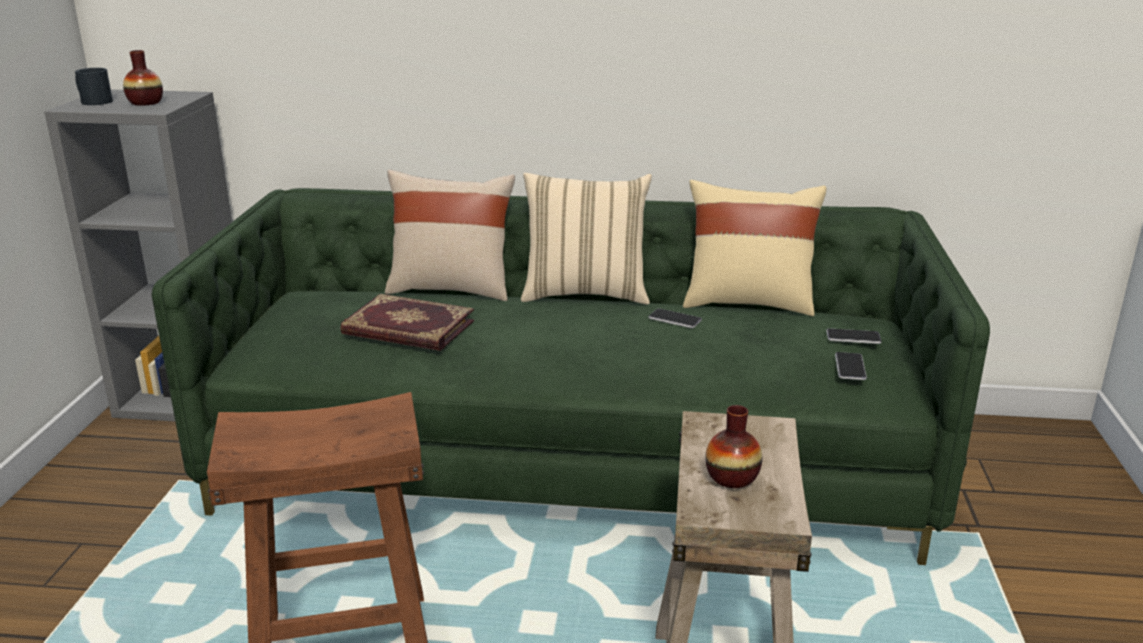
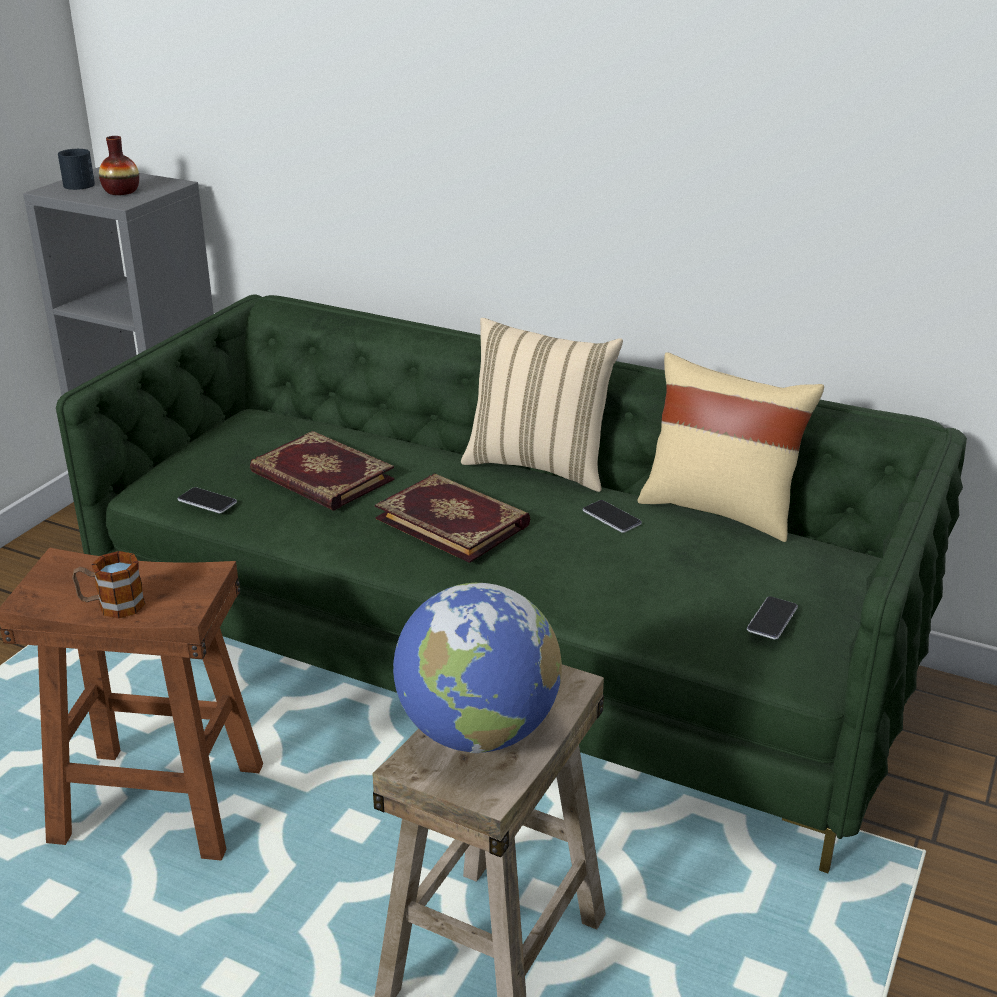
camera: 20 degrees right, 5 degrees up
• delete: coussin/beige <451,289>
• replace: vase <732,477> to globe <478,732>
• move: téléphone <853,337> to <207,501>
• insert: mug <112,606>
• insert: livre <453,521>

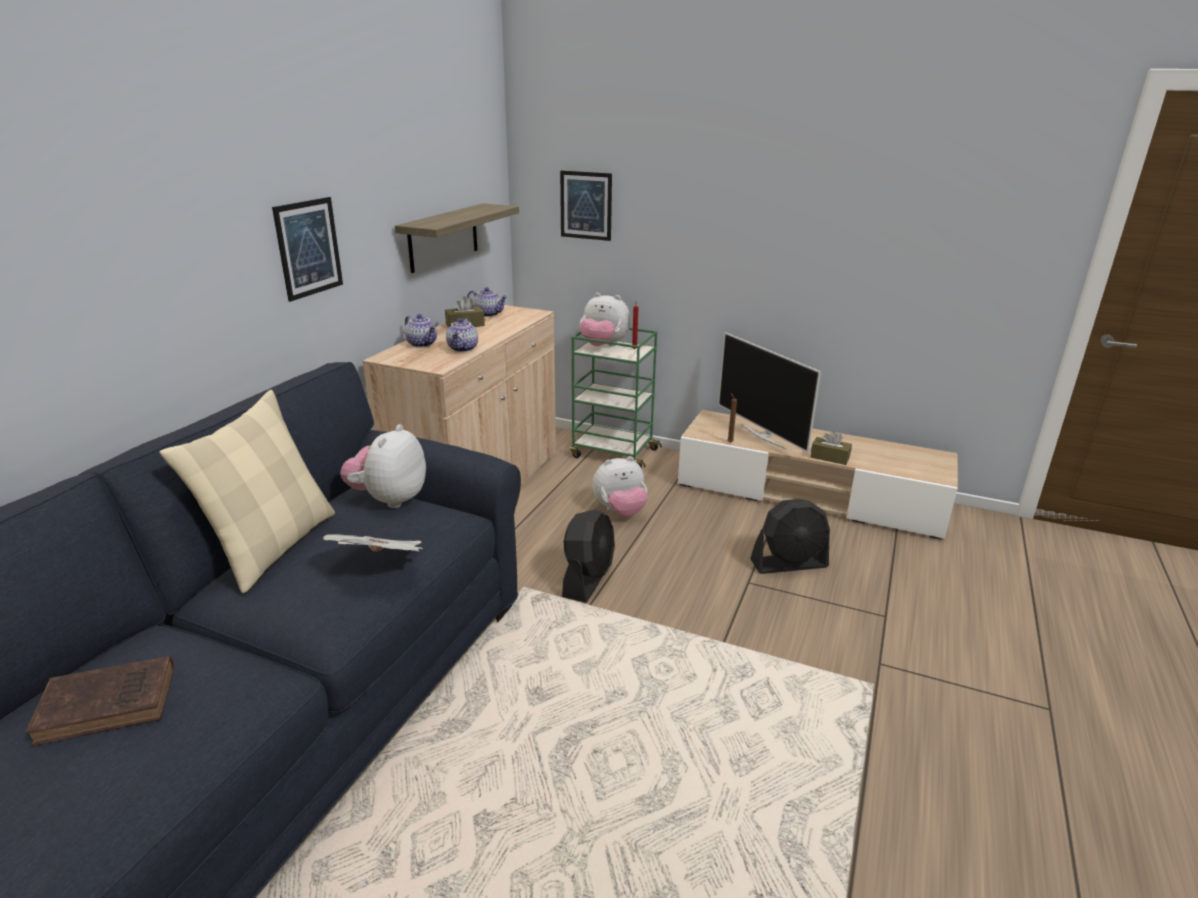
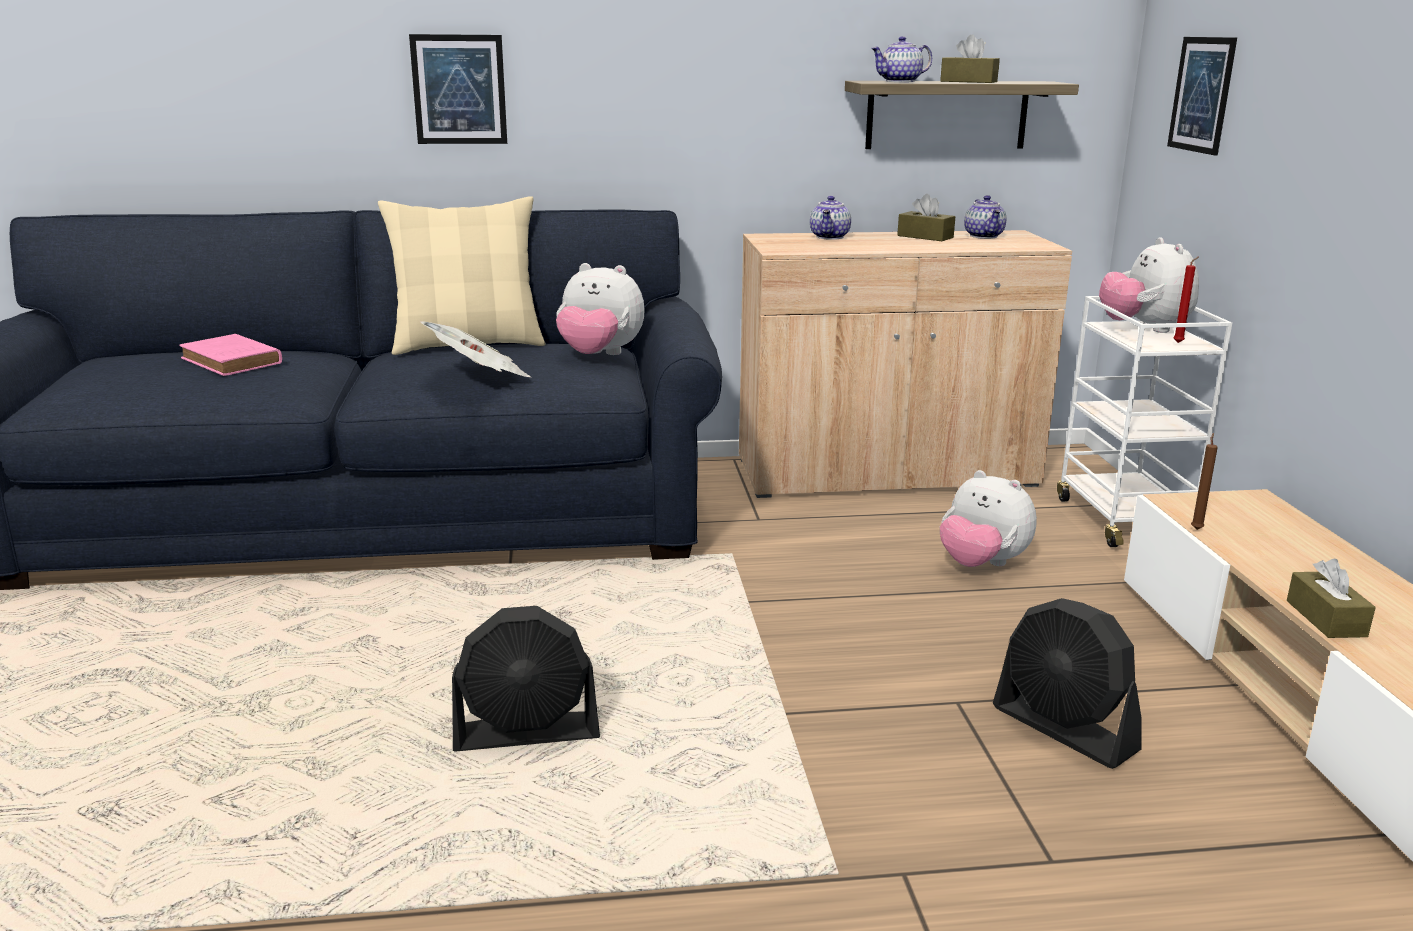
camera: 60 degrees right, 5 degrees down
• recolor: livre/marron <111,704> to livre/rose <233,361>
• move: tableau <309,248> to <459,89>
• rotate: peluche <389,499> = <599,356> 150 degrees counterclockwise
• move: théière <463,349> to <900,81>
• move: ventilateur/noir <588,579> to <527,733>
• recolor: chariot/vert <613,453> to chariot/blanc <1123,519>
• delete: téléviseur <763,436>
• insert: boîte à mouchoirs/marron <968,81>

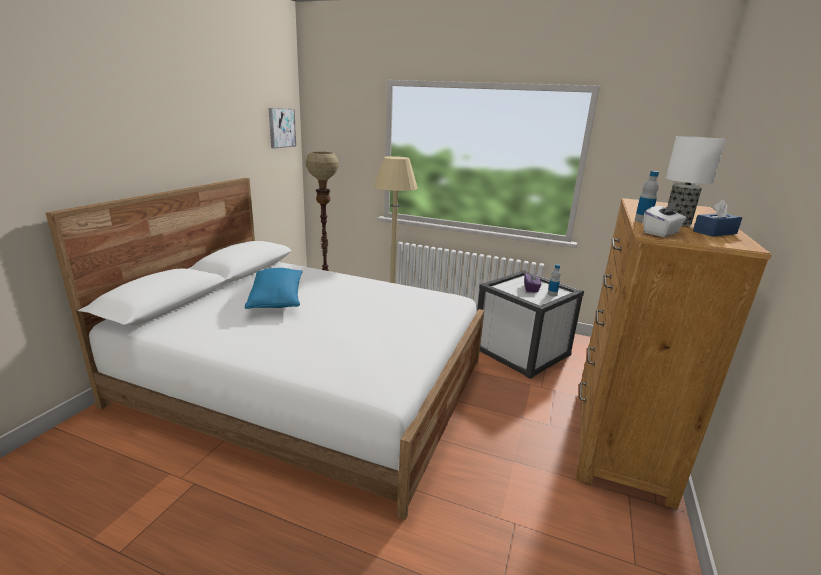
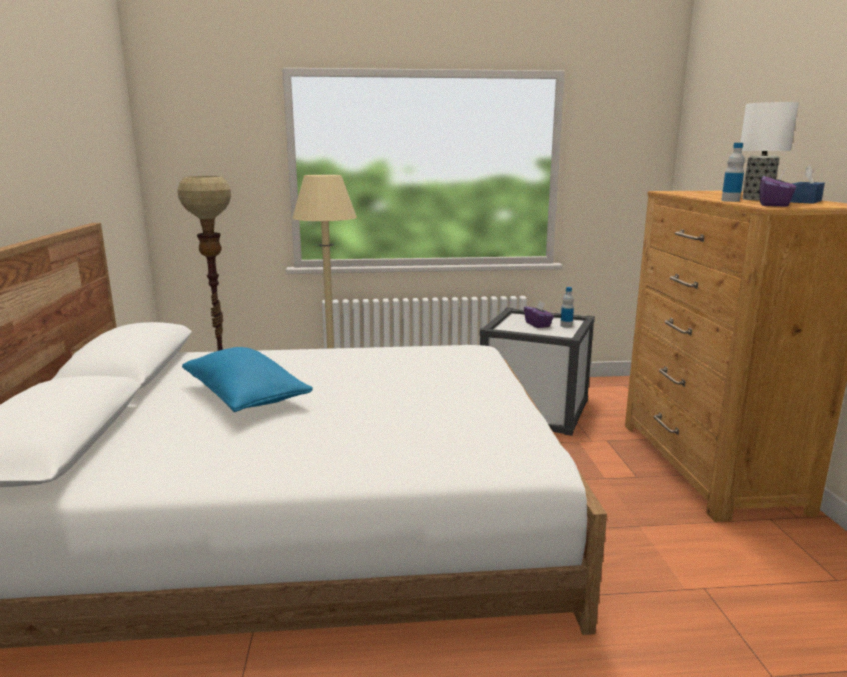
camera: 25 degrees left, 5 degrees down
• delete: tableau <281,128>
• recolor: boîte à mouchoirs/blanc <661,233> to boîte à mouchoirs/violet <774,205>

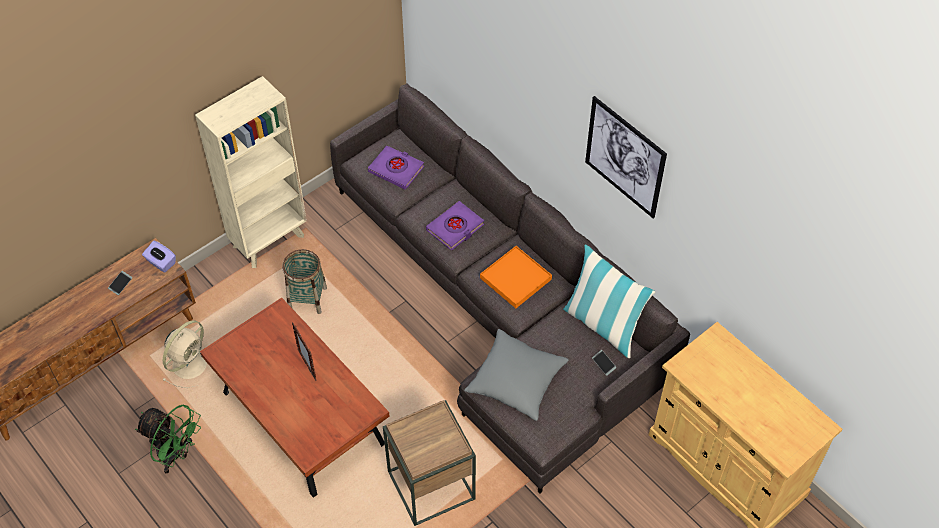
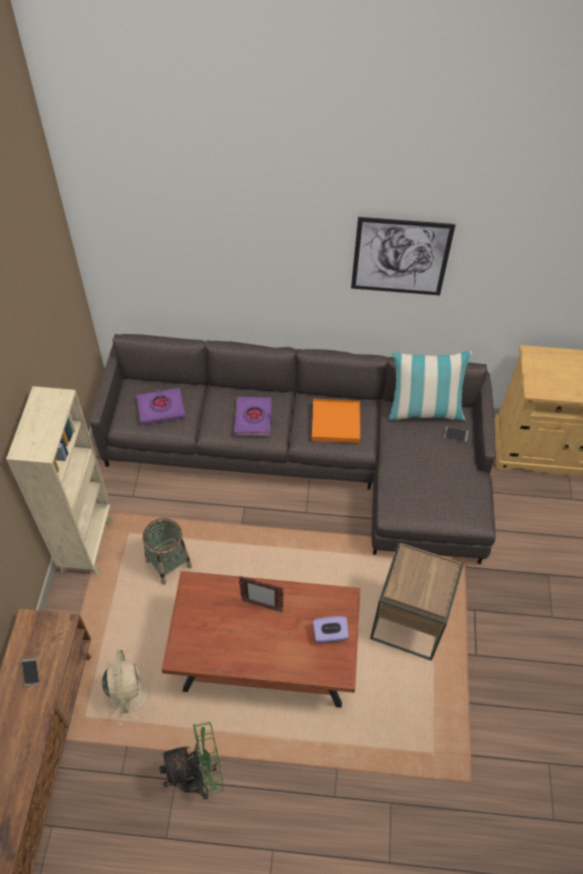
camera: 45 degrees left, 0 degrees up
• move: boîte à mouchoirs/violet <161,263> to <330,634>
• delete: coussin/gris <516,381>

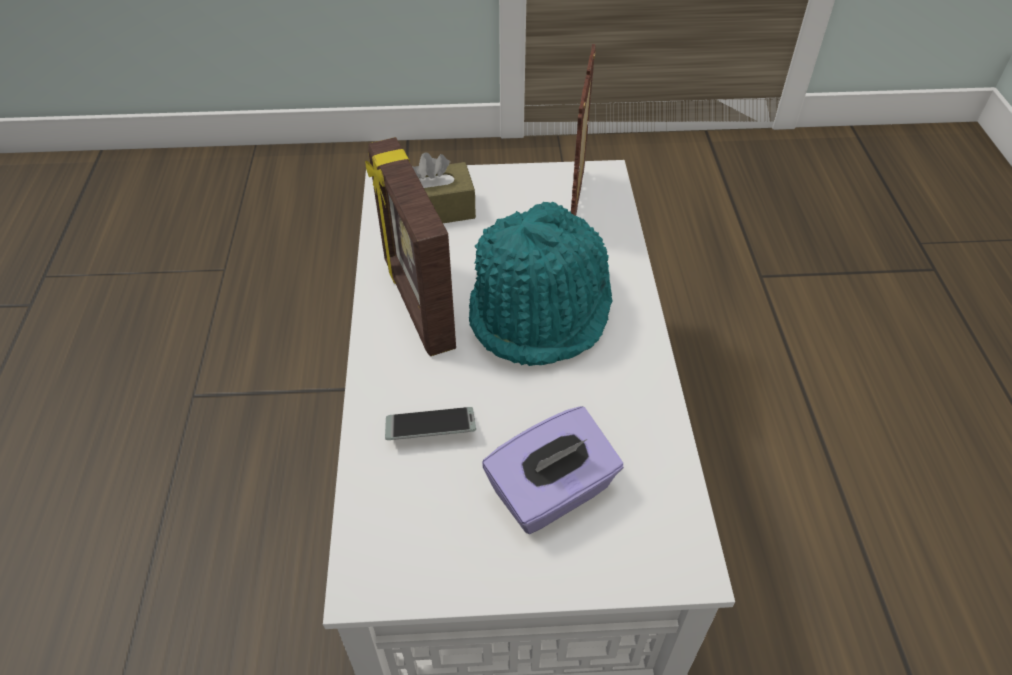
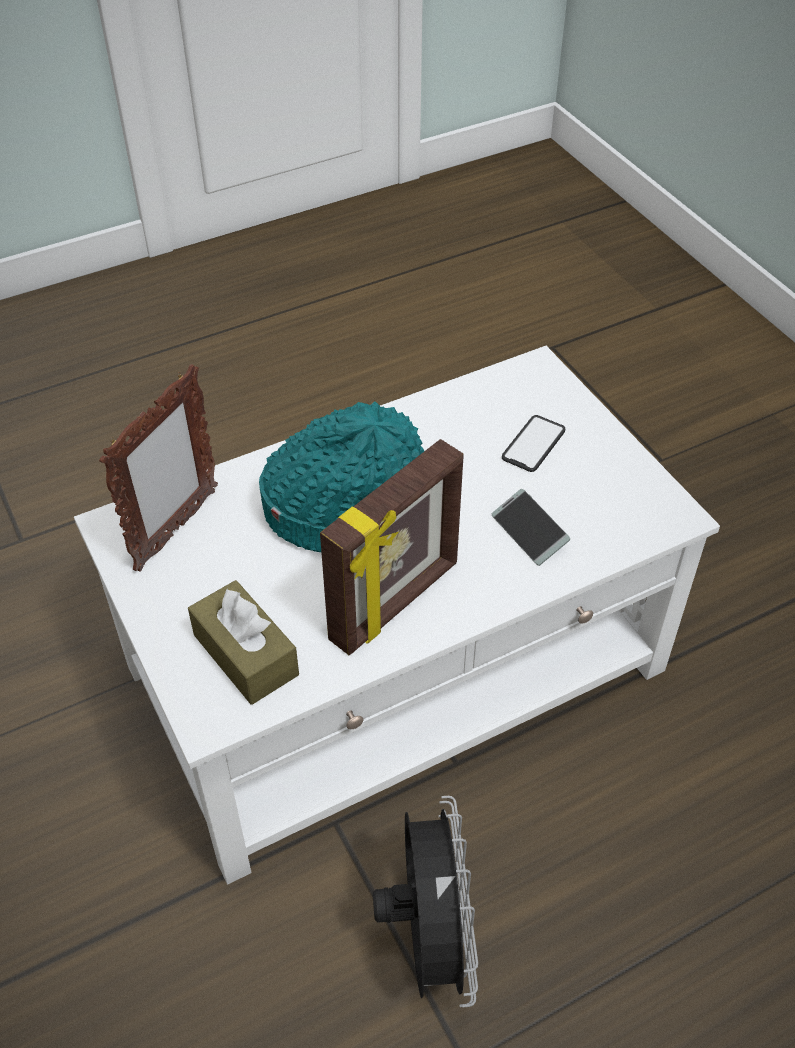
camera: 115 degrees left, 0 degrees up
• replace: boîte à mouchoirs/violet <552,493> to téléphone <533,444>
• rotate: cadre photo <577,204> = <176,530> 45 degrees counterclockwise
• insert: ventilateur/noir <429,938>

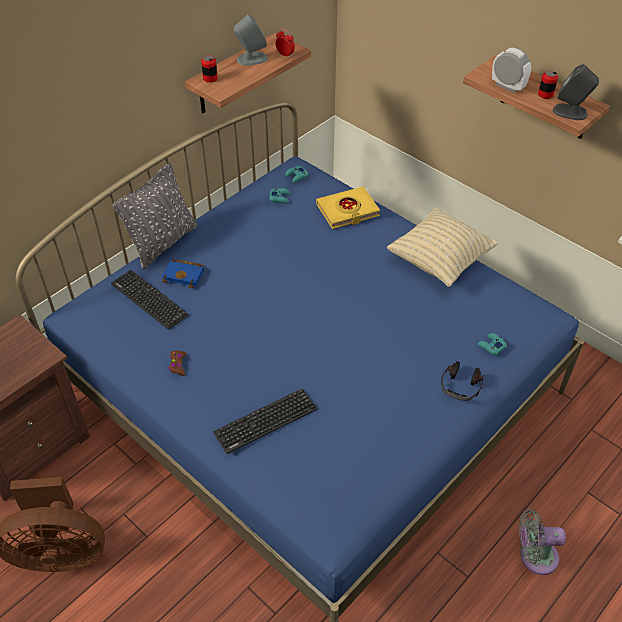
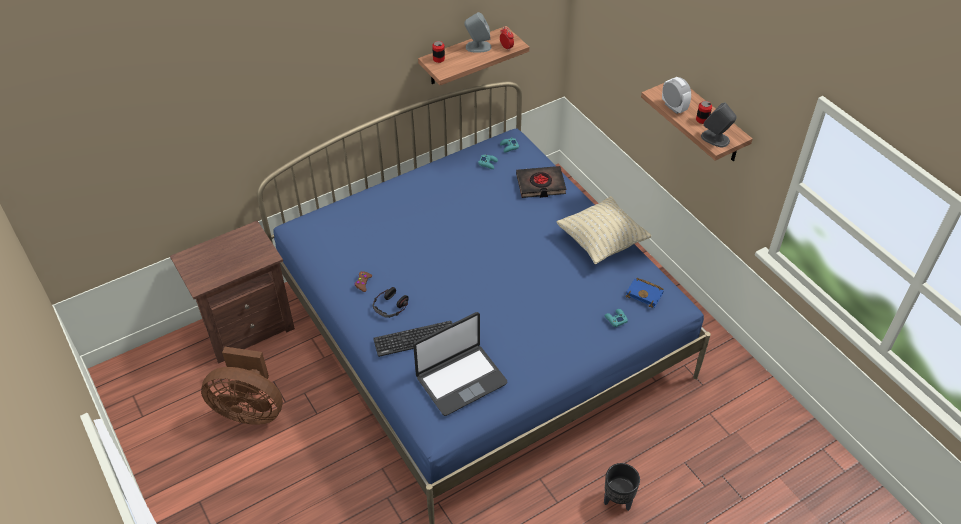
camera: 15 degrees right, 0 degrees up
• delete: clavier <149,299>
• delete: coussin/gris <163,243>
• move: livre/bleu <185,275> to <645,294>
• recolor: livre/jaune <347,211> to livre/noir <540,185>
• move: casque audio <461,386> to <390,306>
• replace: ventilateur/gris <534,556> to cache-pot/noir <618,500>
• insert: ordinateur portable <461,379>

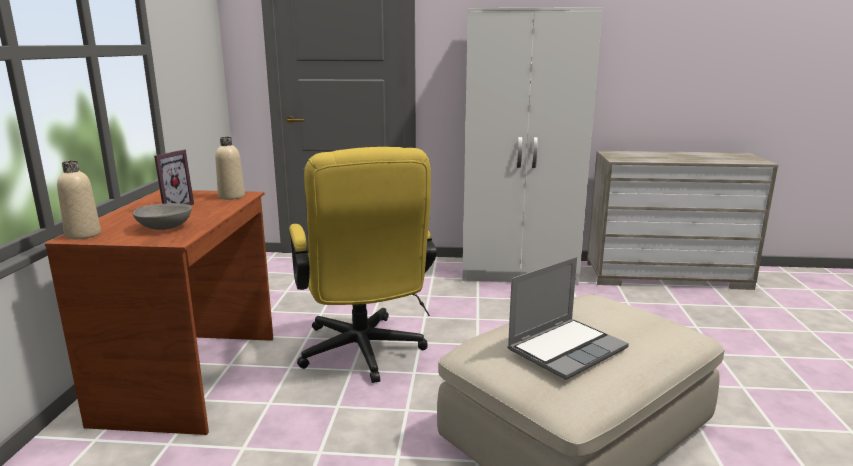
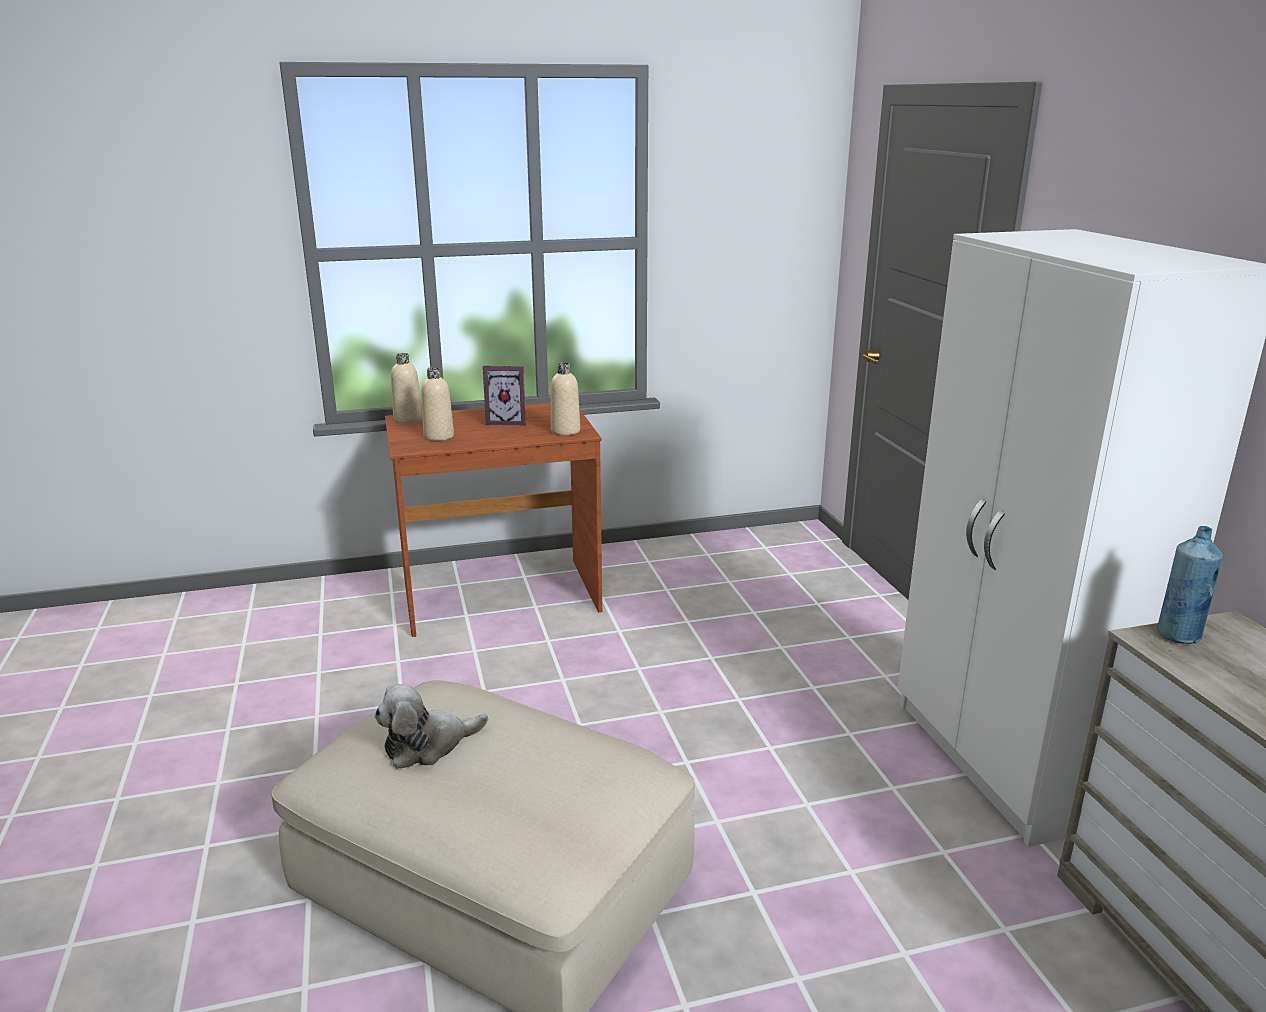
camera: 70 degrees right, 5 degrees up
• replace: bol/gris <164,228> to bouteille/beige <439,436>
• delete: chaise de bureau/jaune <363,355>
• replace: ordinateur portable <566,349> to peluche <428,745>
• insert: bouteille/bleu <1178,636>

